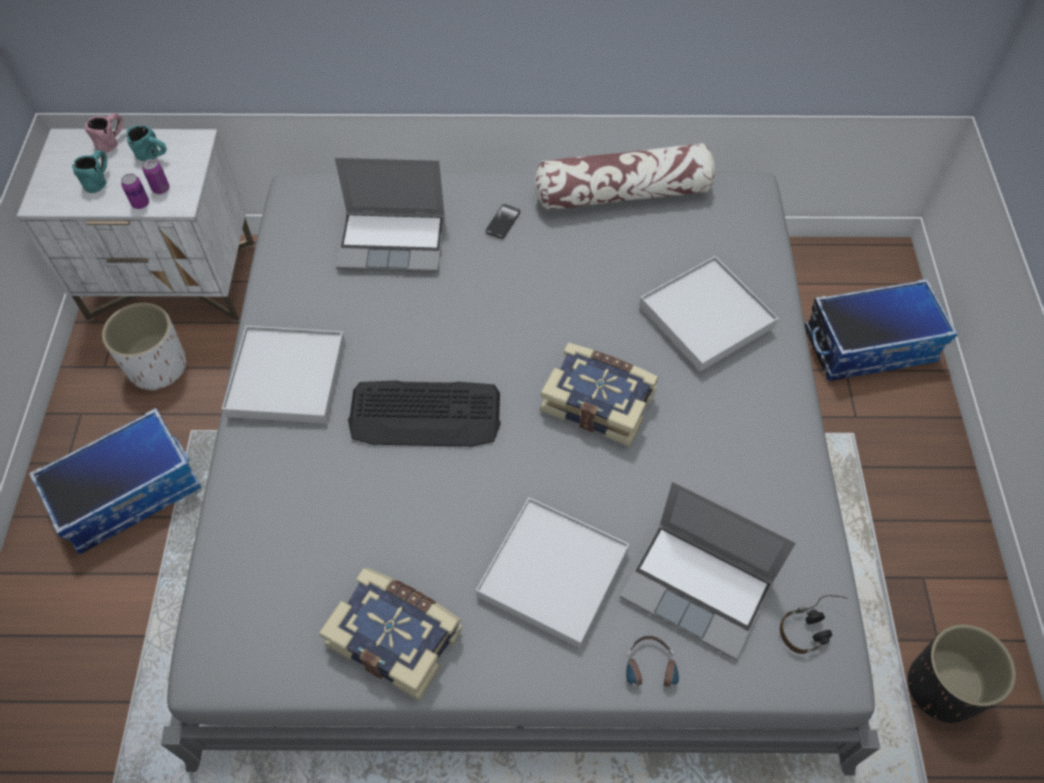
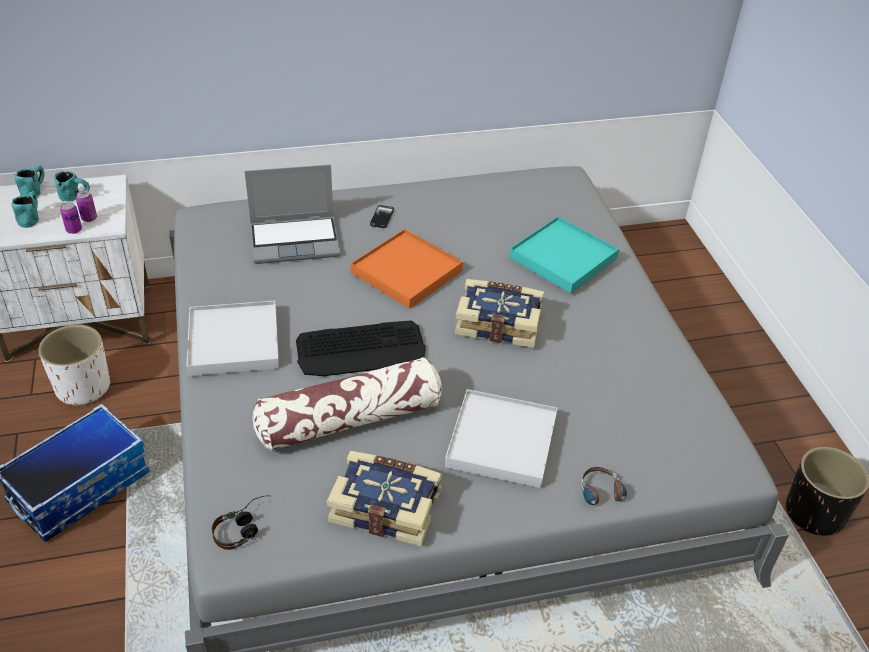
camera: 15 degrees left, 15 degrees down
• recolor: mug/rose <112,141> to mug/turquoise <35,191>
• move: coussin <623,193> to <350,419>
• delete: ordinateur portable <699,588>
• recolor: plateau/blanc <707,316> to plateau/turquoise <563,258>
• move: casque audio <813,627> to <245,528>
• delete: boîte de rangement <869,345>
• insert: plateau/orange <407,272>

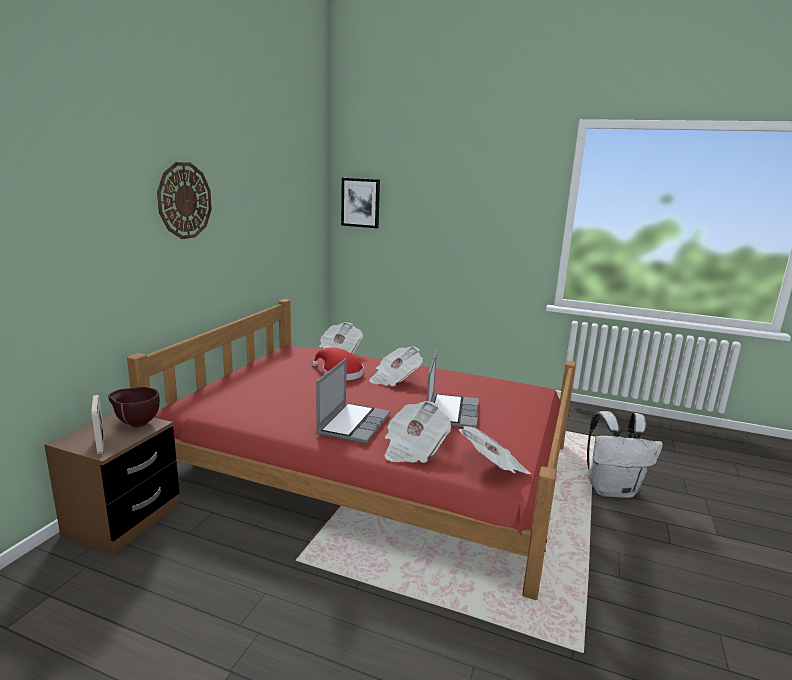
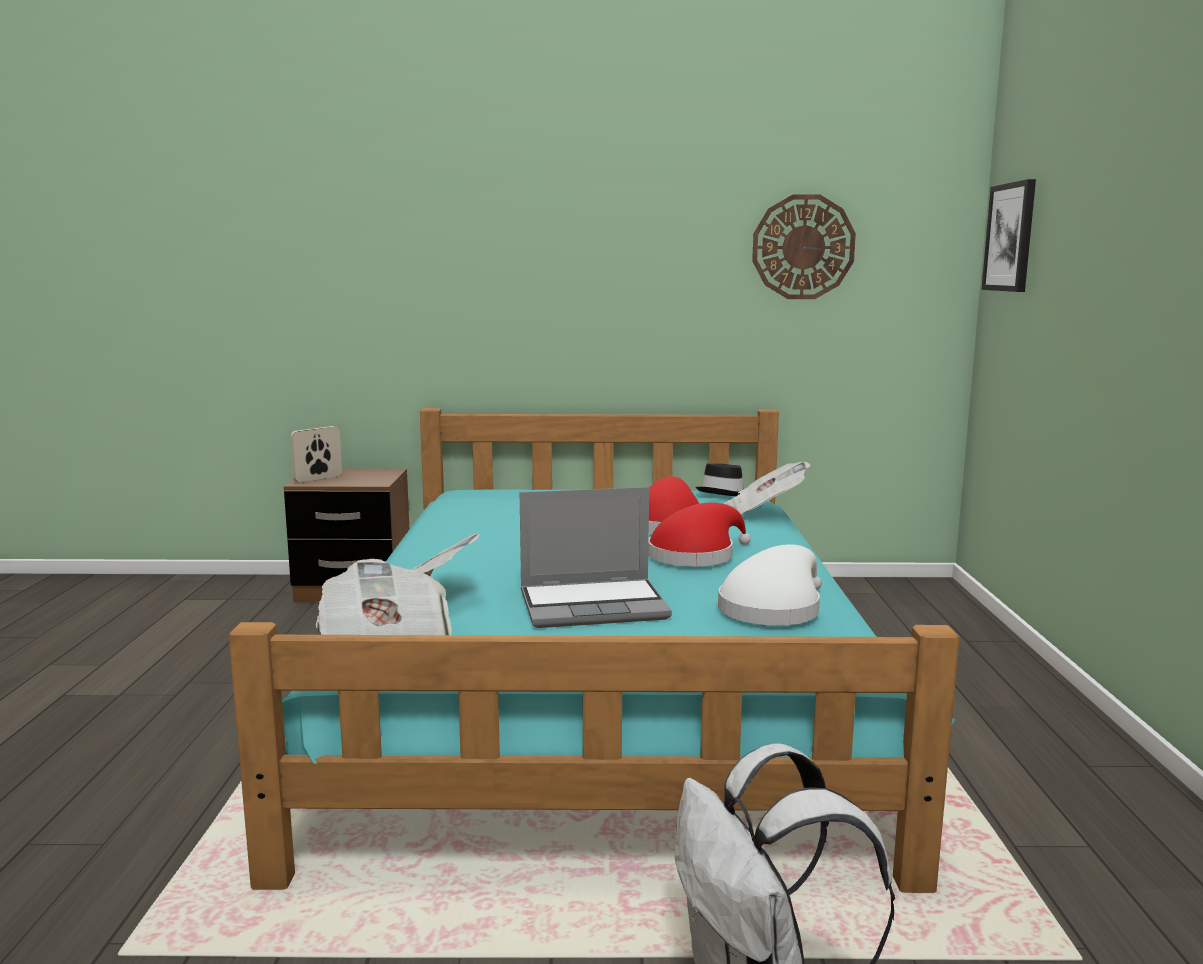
camera: 70 degrees right, 5 degrees down
• delete: bol/marron <136,423>
• recolor: lit/rouge <374,462> to lit/turquoise <599,684>
• move: horloge murale <184,200> to <803,247>
• delete: ordinateur portable <353,423>
• replace: journal <394,379> to chapeau/rouge <695,555>
• insert: chapeau/noir <724,493>
• insert: chapeau/blanc <773,608>

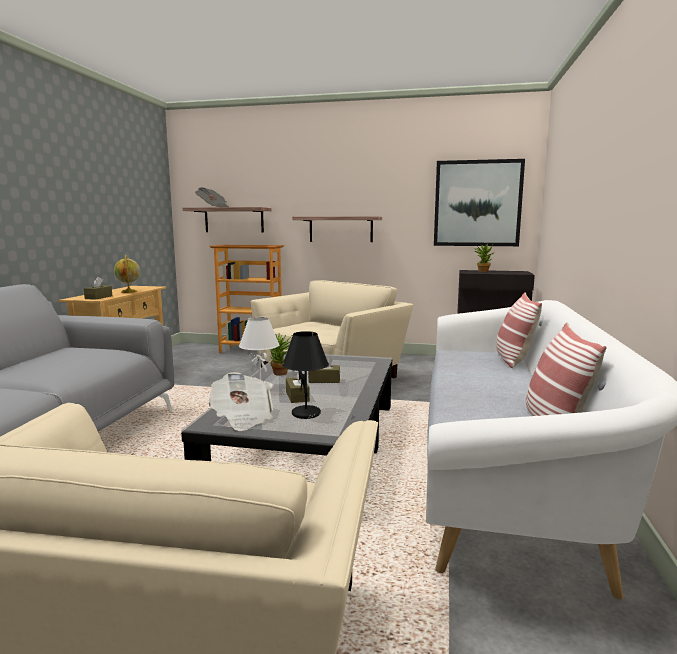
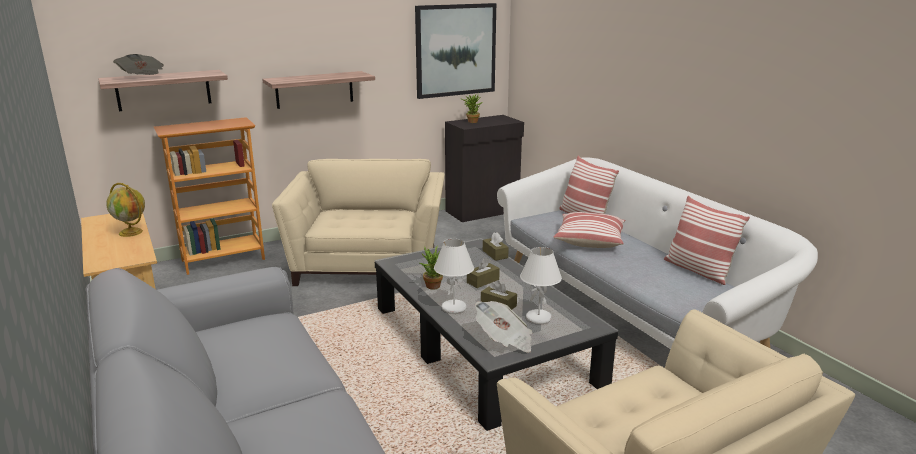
camera: 40 degrees left, 10 degrees up
• move: boîte à mouchoirs/marron <98,297> to <495,254>
• recolor: lampe de table/noir <306,414> to lampe de table/blanc <539,318>
• insert: coussin <589,240>

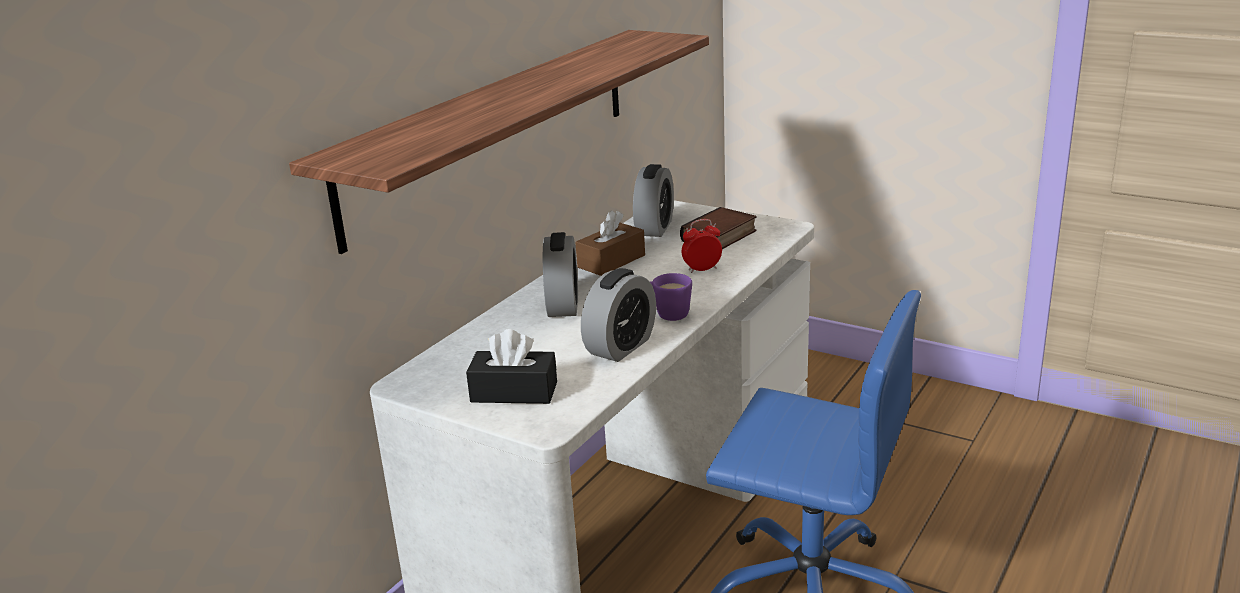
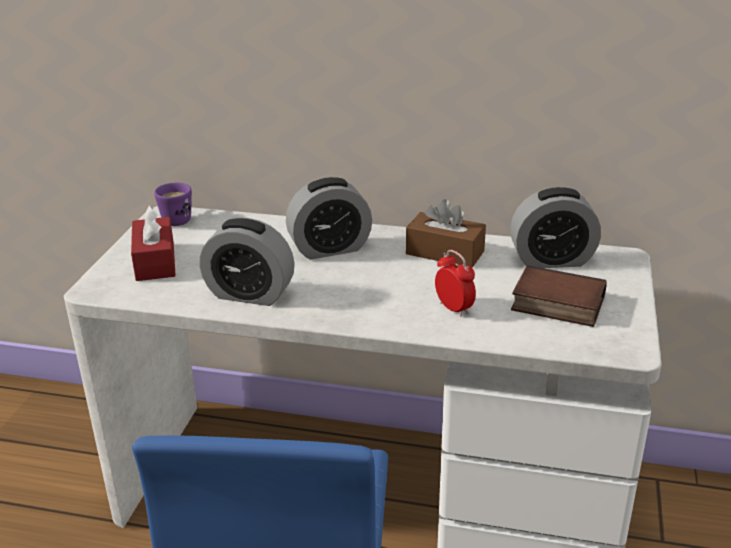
camera: 70 degrees right, 5 degrees up
• delete: étagère <494,129>
• recolor: boîte à mouchoirs/noir <514,392> to boîte à mouchoirs/rouge <155,261>
• move: mug/violet <666,314> to <180,218>

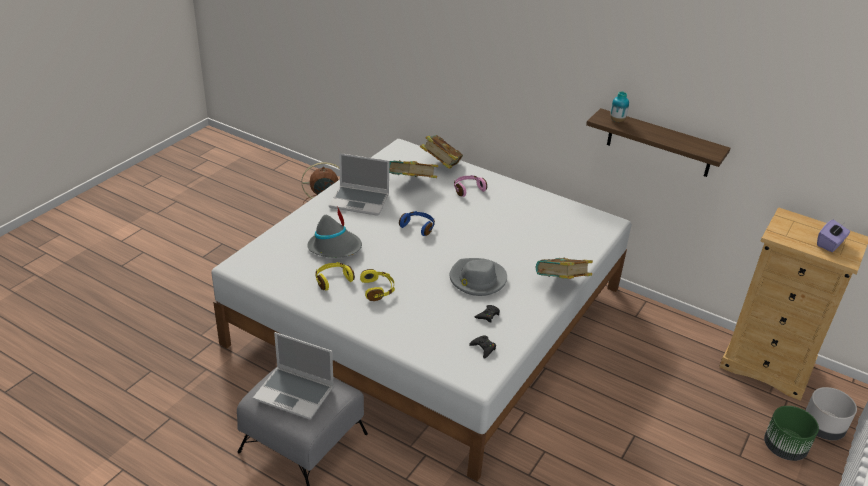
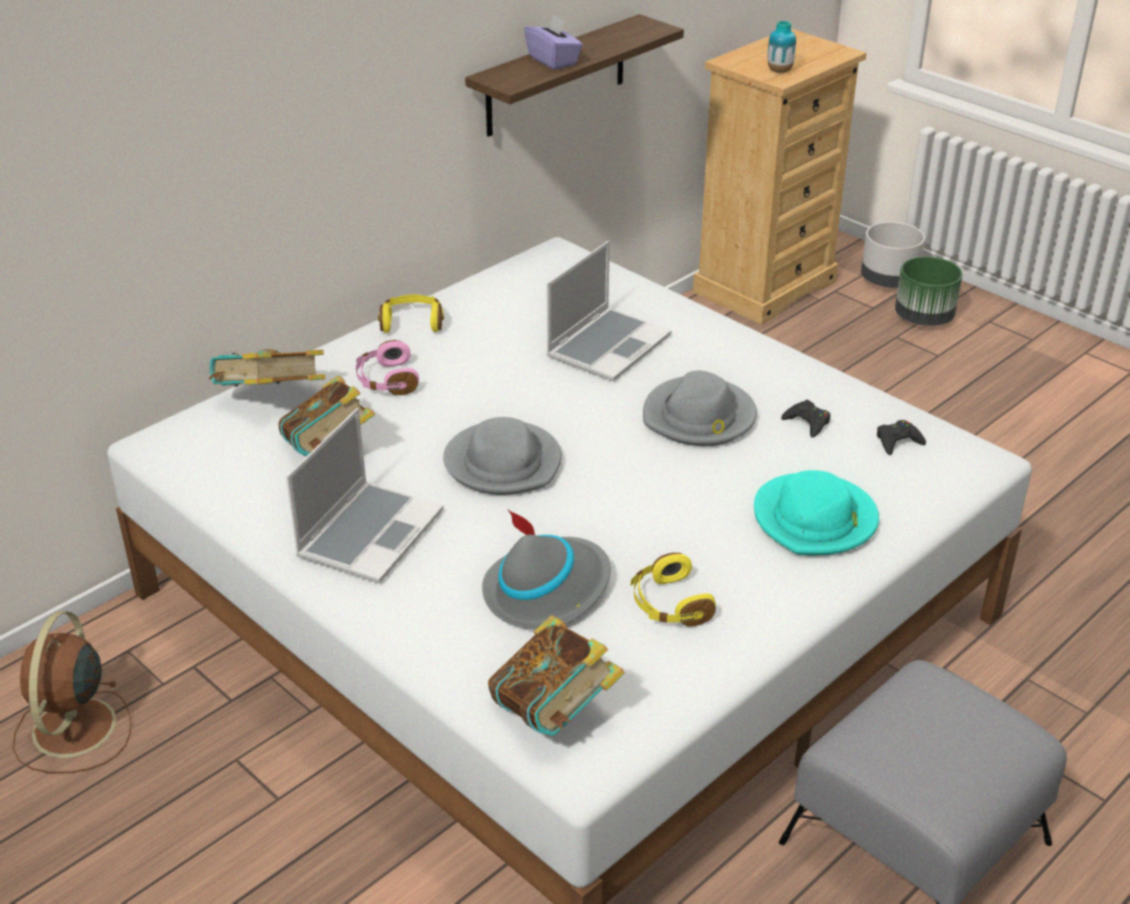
camera: 75 degrees left, 0 degrees up
• move: ordinateur portable <295,393> to <608,346>
• move: casque audio/jaune <378,290> to <412,323>
• replace: casque audio/bleu <418,227> to chapeau/gris <503,463>
• move: livre <561,284> to <554,712>
• move: vase <617,120> to <779,71>
• move: boîte à mouchoirs/violet <830,244> to <553,61>
• insert: chapeau/turquoise <815,520>

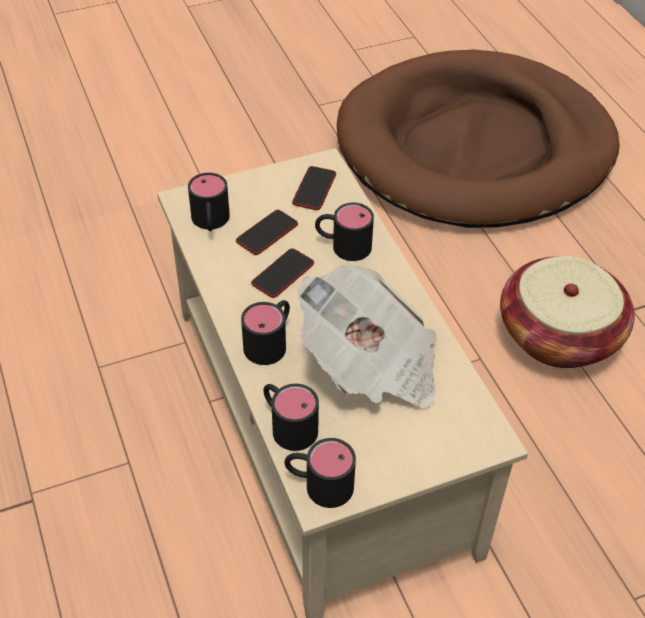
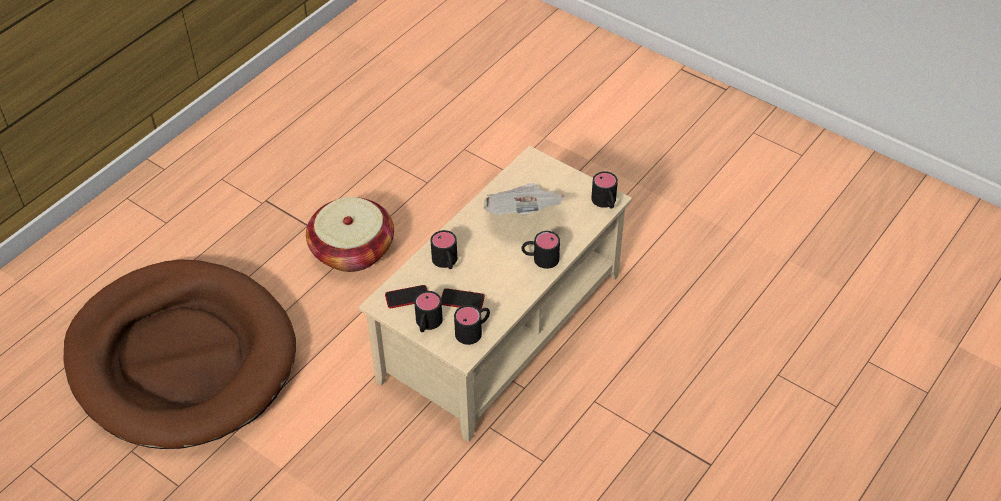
camera: 120 degrees left, 0 degrees up
• delete: téléphone <283,274>
• move: mug/noir <287,424> to <427,324>

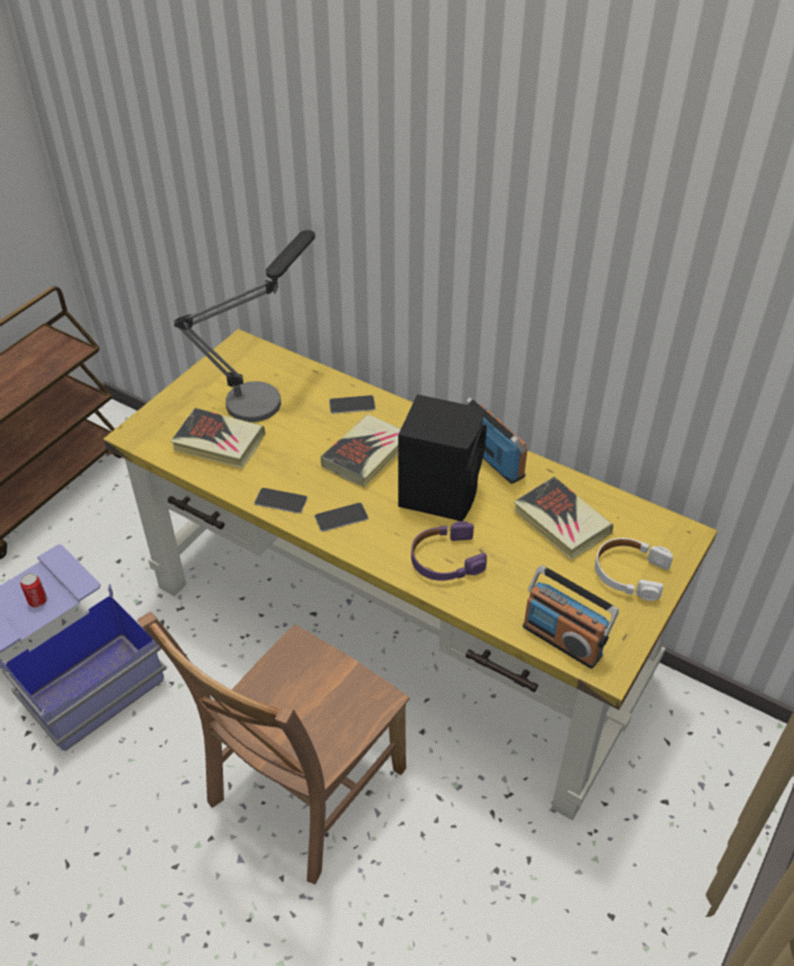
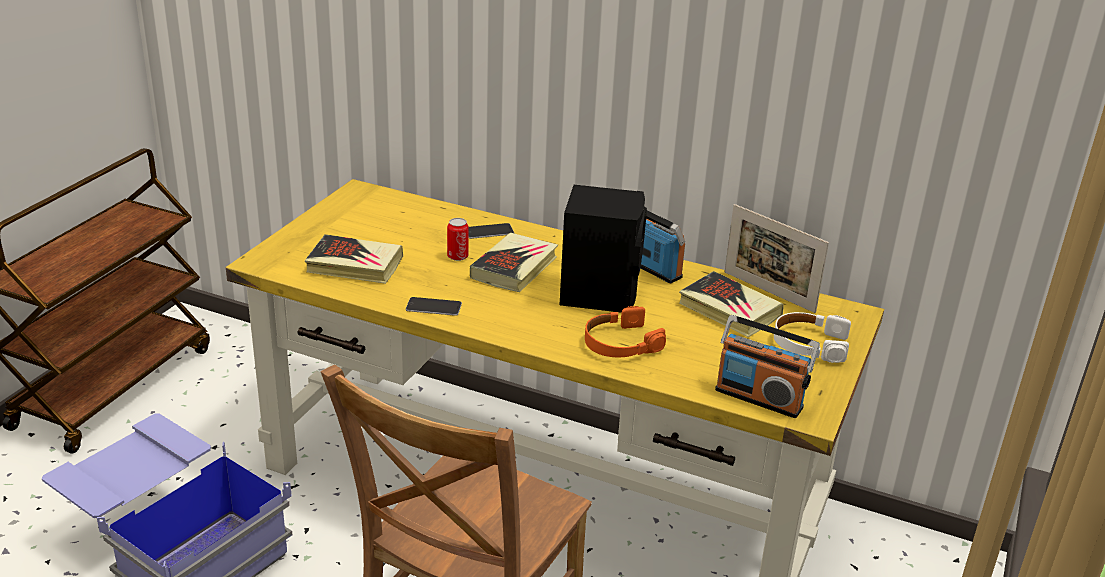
camera: 10 degrees left, 15 degrees down
• move: boîte métallique <37,600> to <457,256>
• delete: lampe de table <264,394>
• delete: téléphone <341,517>
• recolor: casque audio/violet <445,559> to casque audio/orange <620,343>
• insert: cadre photo <768,292>

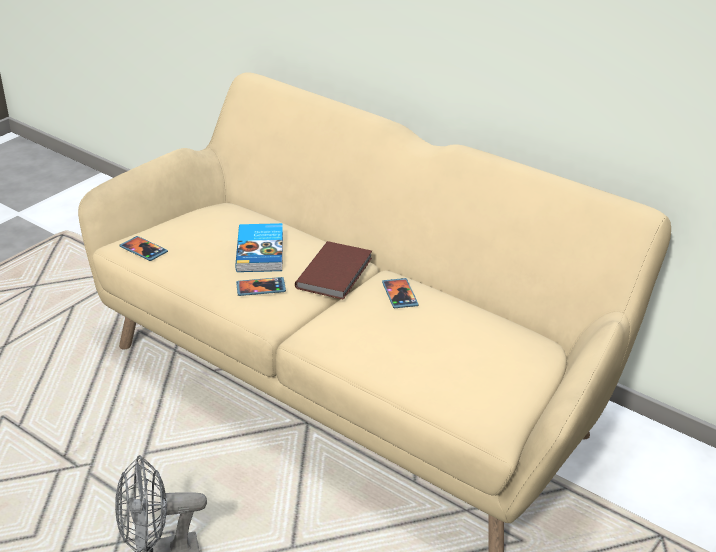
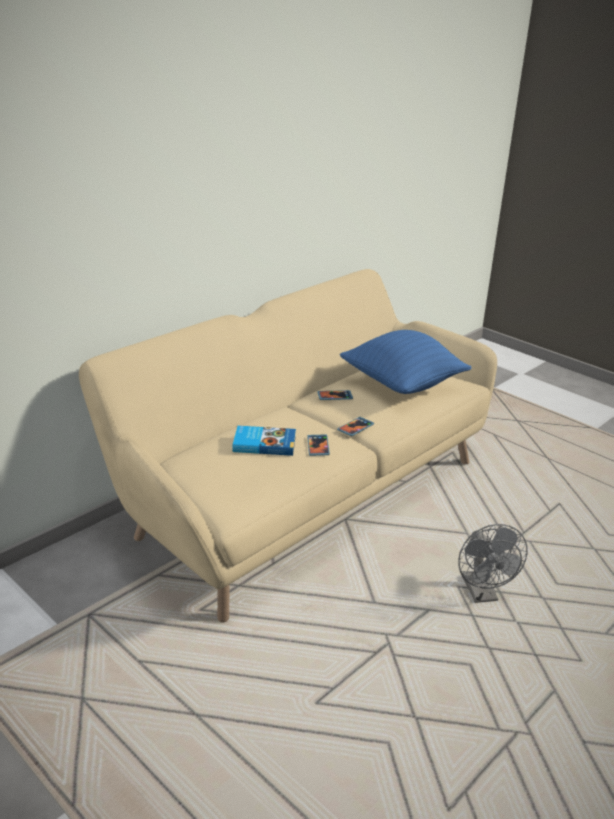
camera: 85 degrees left, 5 degrees down
• move: téléphone <143,250> to <355,428>
• delete: livre/marron <336,273>
• insert: coussin/bleu <402,385>

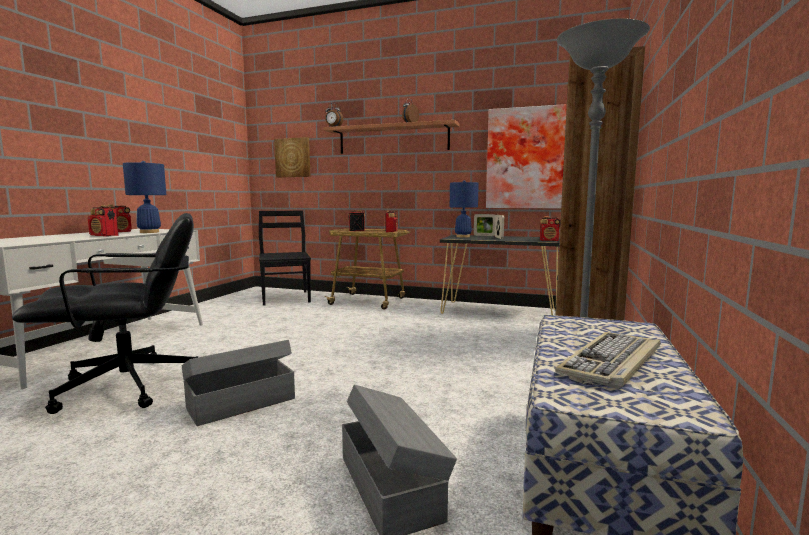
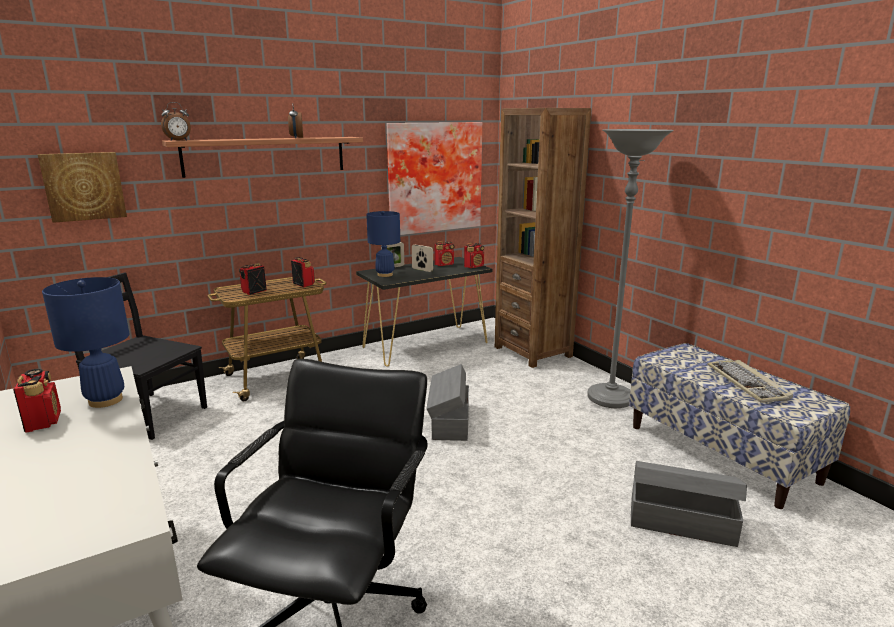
camera: 50 degrees left, 10 degrees up
• move: radio <104,236> to <444,264>
• move: boîte de rangement/gris <240,403> to <449,421>

